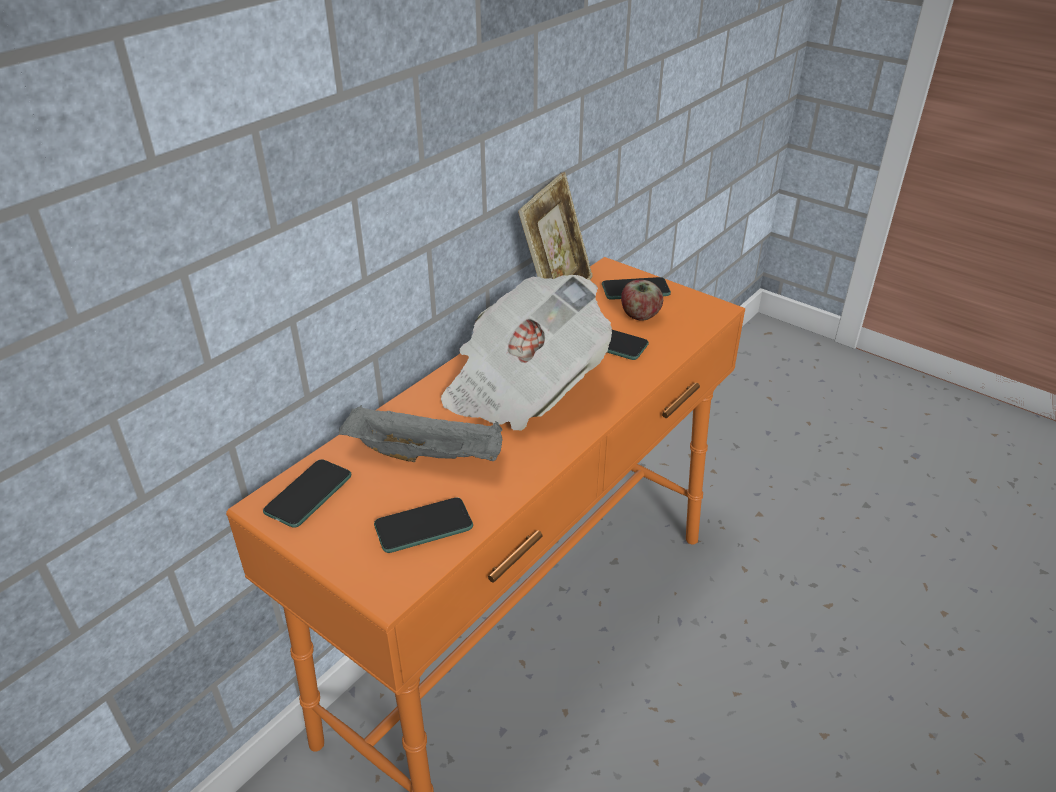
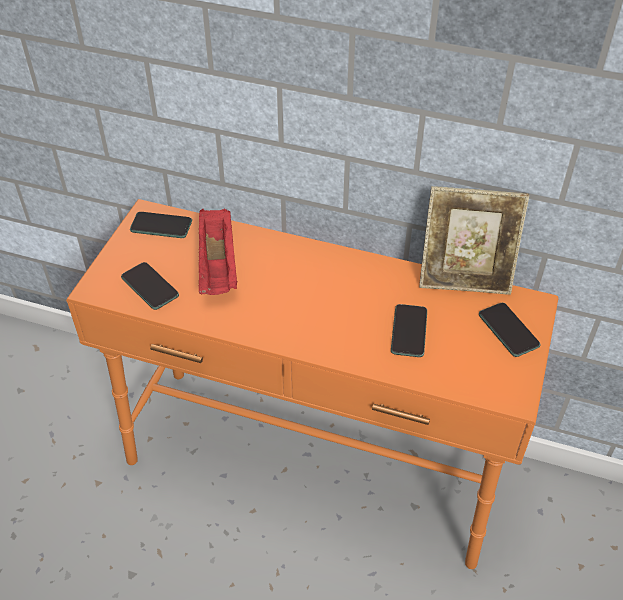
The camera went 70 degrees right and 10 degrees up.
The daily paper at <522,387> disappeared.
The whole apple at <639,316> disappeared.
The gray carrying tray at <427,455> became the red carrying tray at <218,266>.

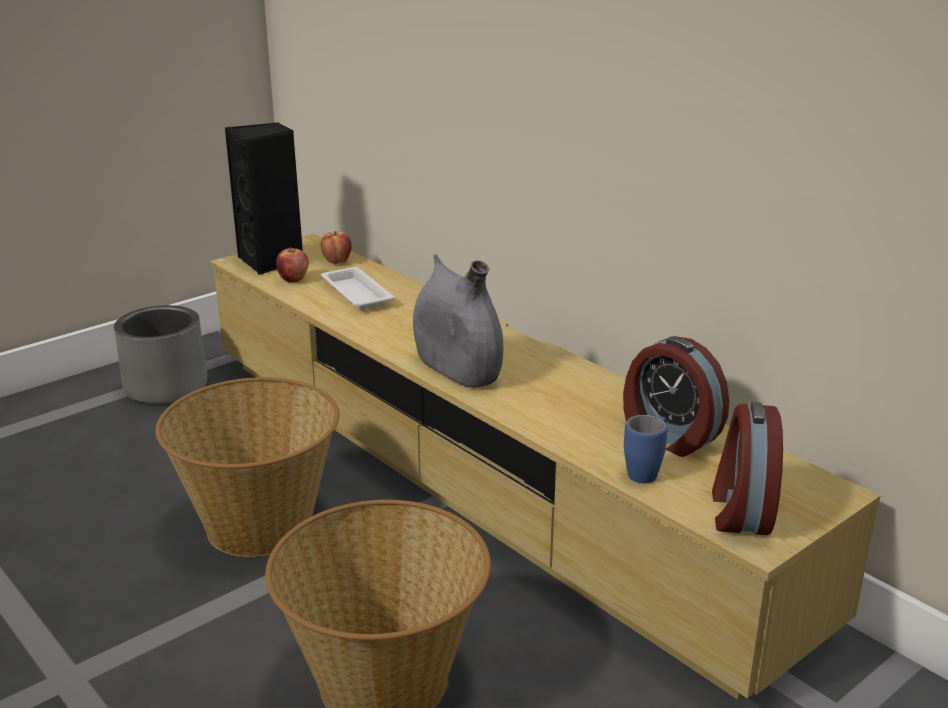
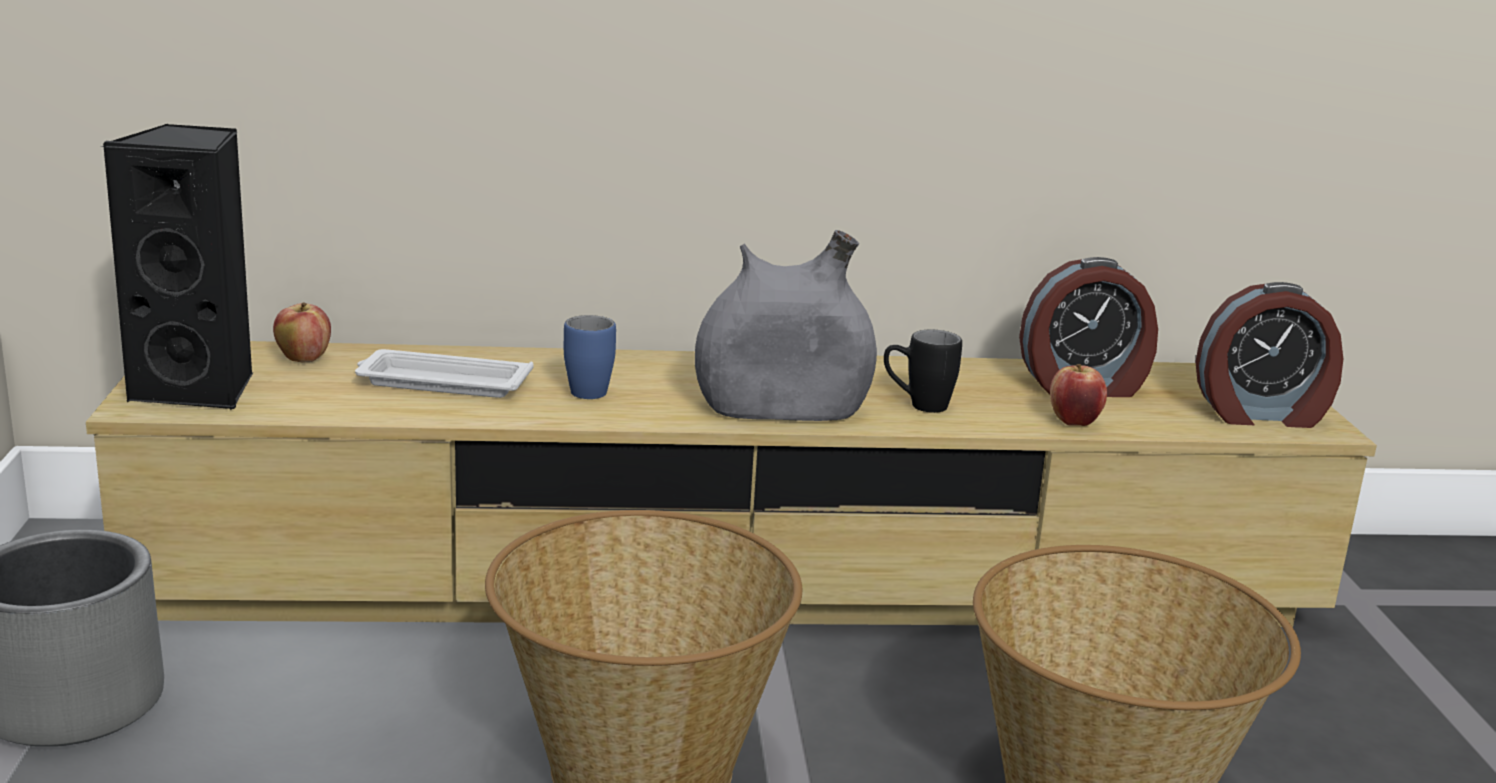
The camera went 55 degrees left and 5 degrees down.
The blackish mug at <917,405> appeared.
The whole apple moved from <293,280> to <1074,422>.
The blue-coloured mug moved from <647,471> to <586,388>.
The alarm clock at <740,511> turned 45 degrees counterclockwise.

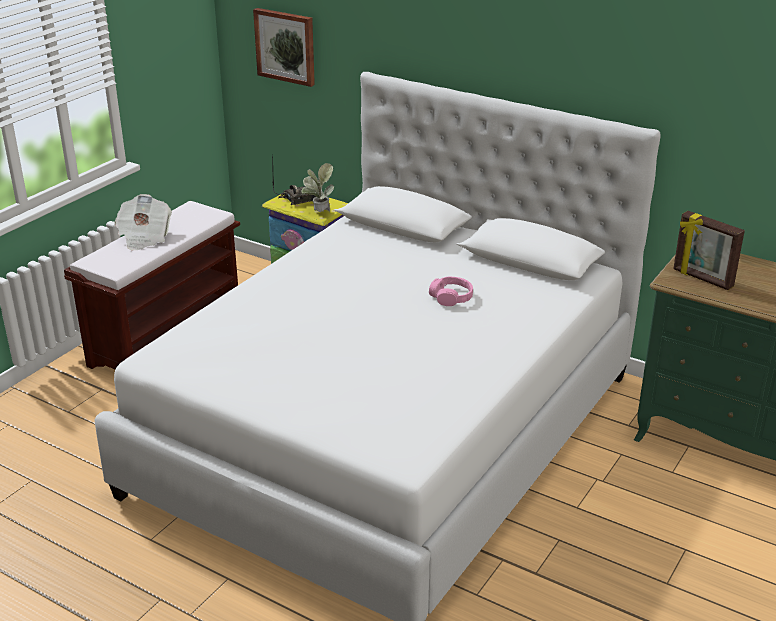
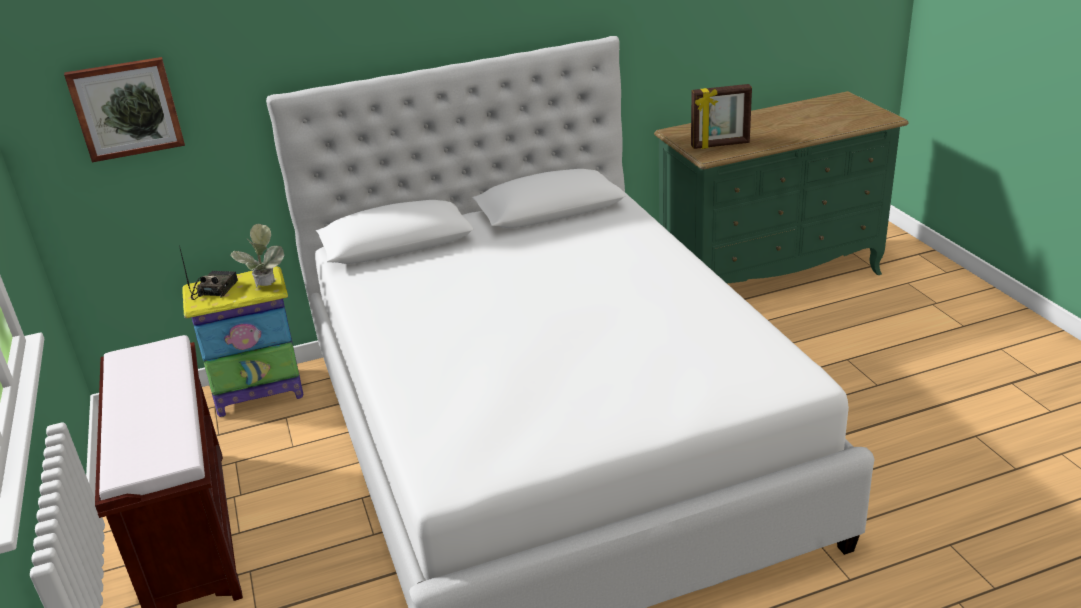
The camera went 50 degrees left and 0 degrees up.
The daily paper at <144,237> disappeared.
The pink headphones at <451,297> disappeared.

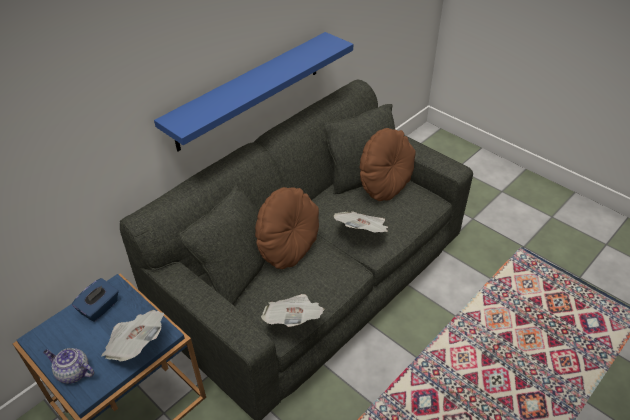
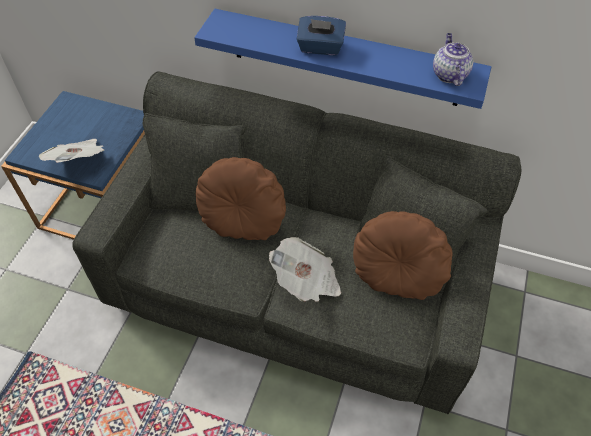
The camera went 65 degrees right and 10 degrees up.
The daily paper at <293,320> disappeared.
The tea pot moved from <73,373> to <449,74>.
The blue-coloured tissue box moved from <100,308> to <320,48>.

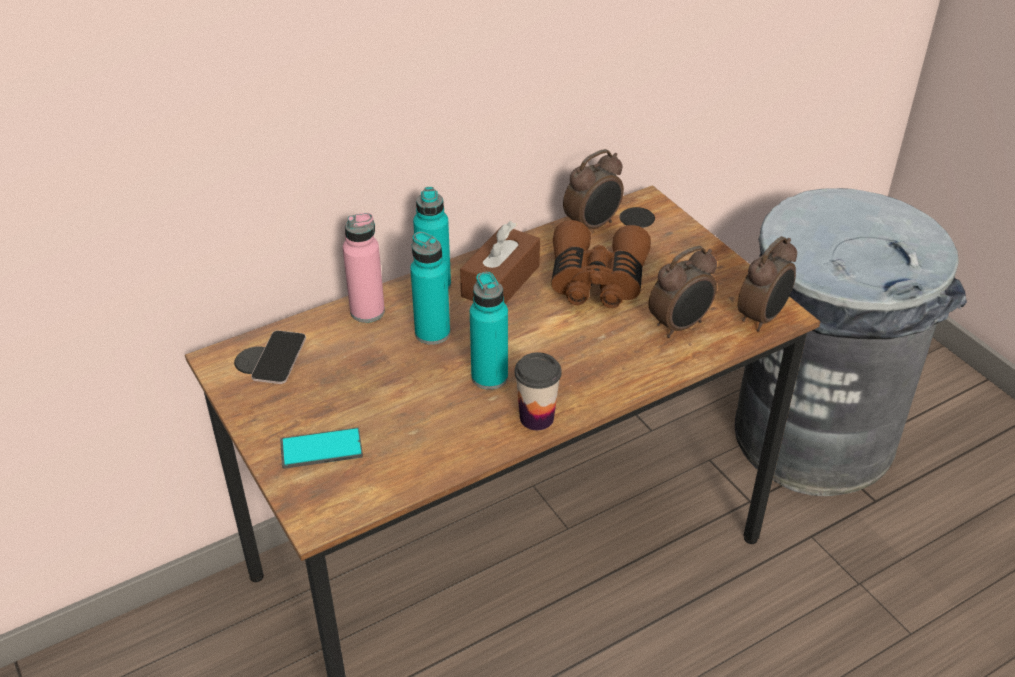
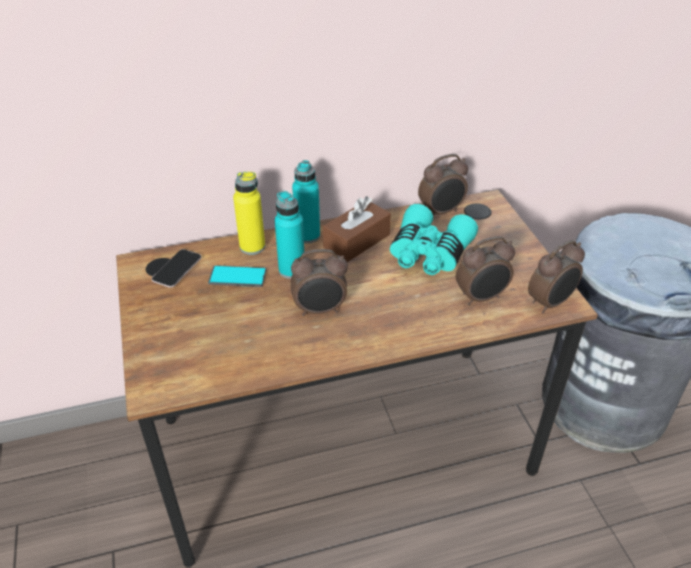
The camera went 15 degrees right and 0 degrees up.
The cup at <536,418> disappeared.
The phone moved from <321,449> to <237,277>.
The turquoise-coloured drink bottle at <489,377> was replaced by the alarm clock at <320,310>.
The pink drink bottle at <367,311> became the yellow-coloured drink bottle at <252,247>.
The brown-coloured field glasses at <597,281> became the turquoise-coloured field glasses at <429,253>.

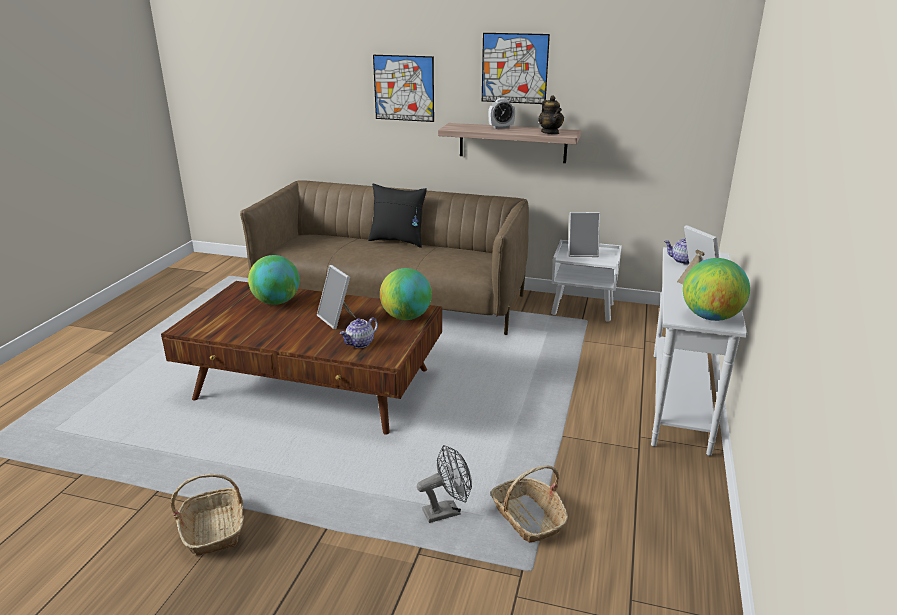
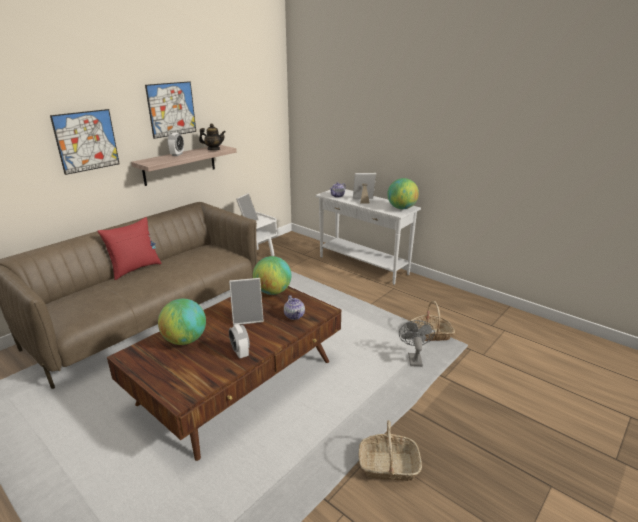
The camera went 65 degrees left and 0 degrees up.
The alarm clock at <240,352> appeared.
The blackish pillow at <397,241> became the red pillow at <135,269>.

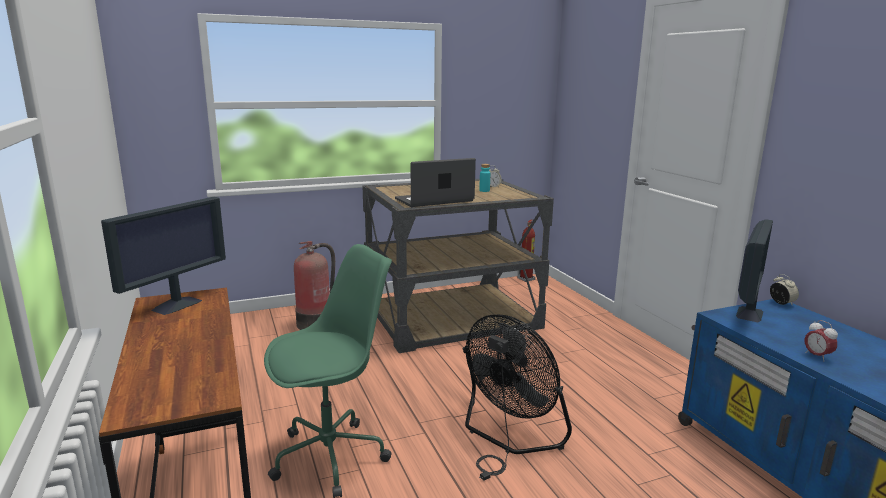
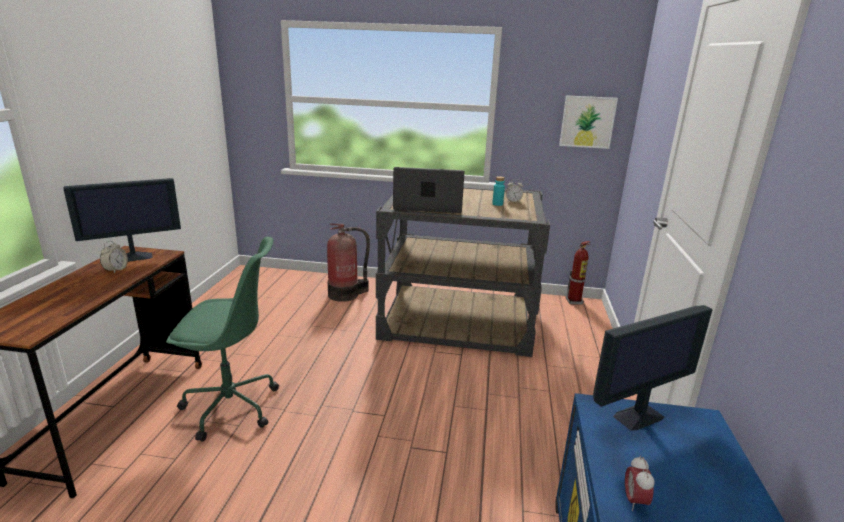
The camera went 30 degrees right and 5 degrees up.
The blackish cooling fan at <503,436> disappeared.
The picture at <587,122> appeared.
The alarm clock moved from <781,303> to <116,270>.

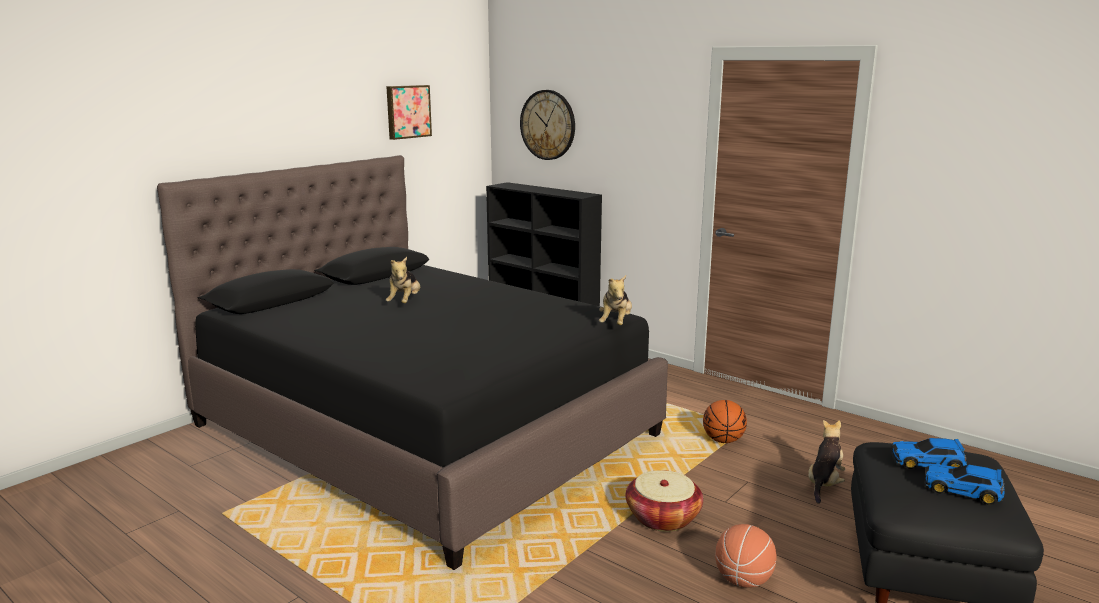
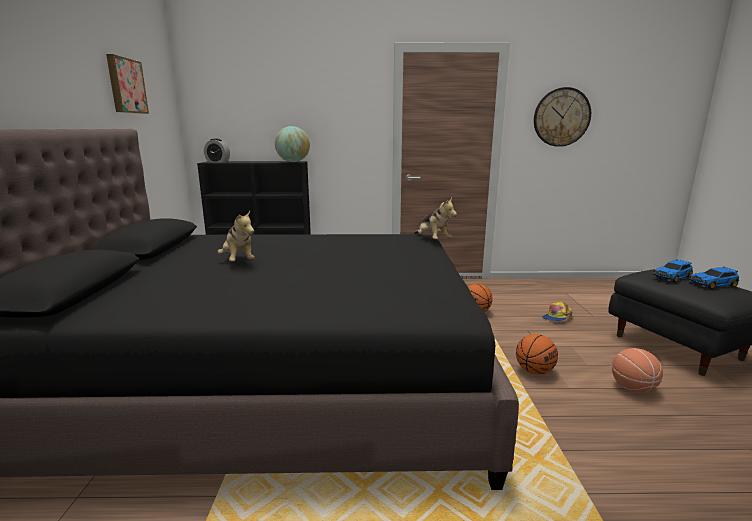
The camera went 40 degrees left and 0 degrees up.
The alarm clock at <218,162> appeared.
The desk globe at <293,162> appeared.
The clock on the wall moved from <548,125> to <561,117>.
The basket at <663,518> was replaced by the basketball ball at <534,371>.
The soft toy at <824,484> was replaced by the baseball cap at <557,317>.

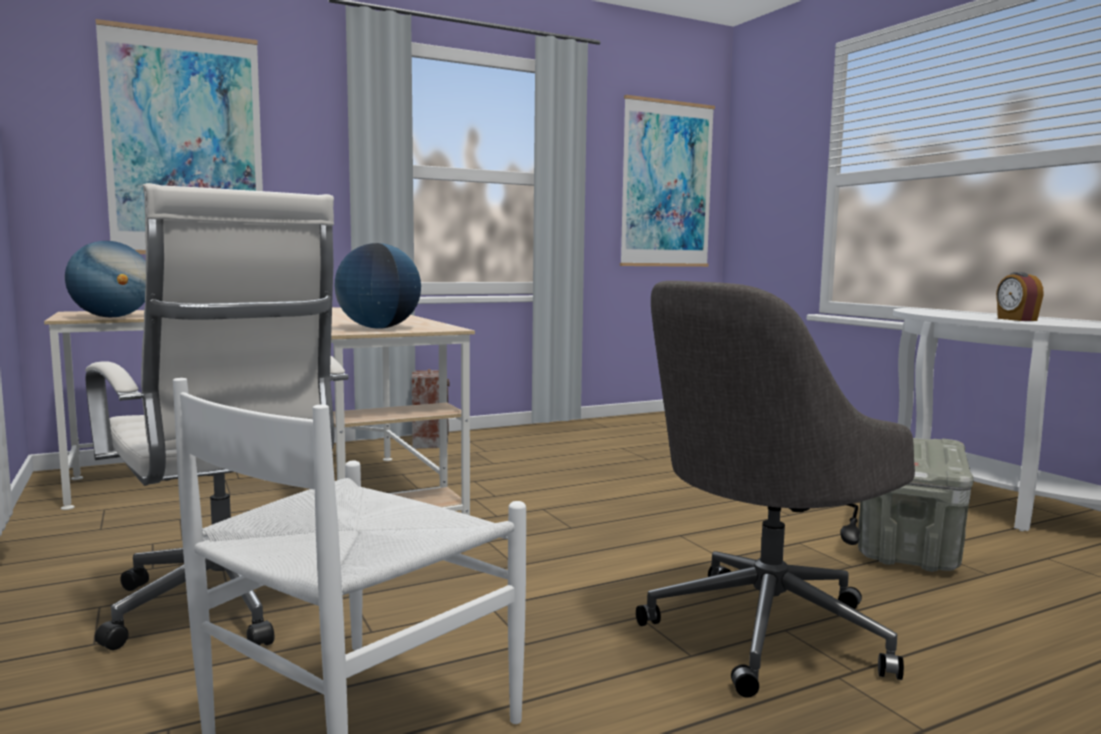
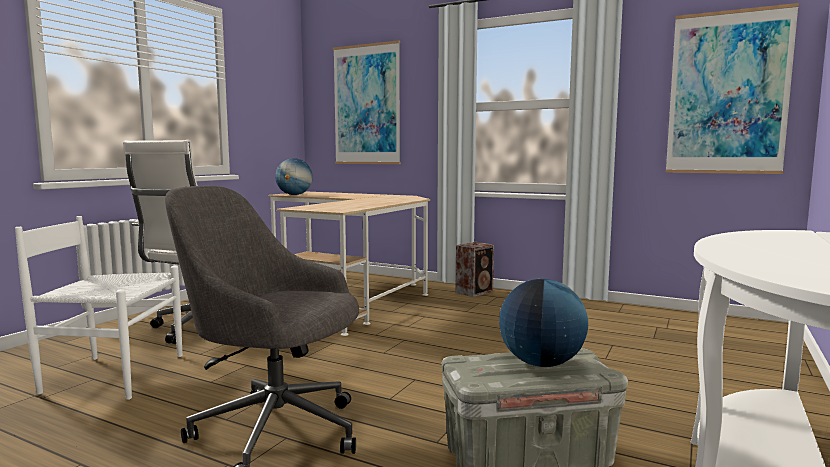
The camera went 55 degrees right and 0 degrees up.
The alarm clock at <1016,319> disappeared.
The desk globe moved from <379,328> to <541,363>.

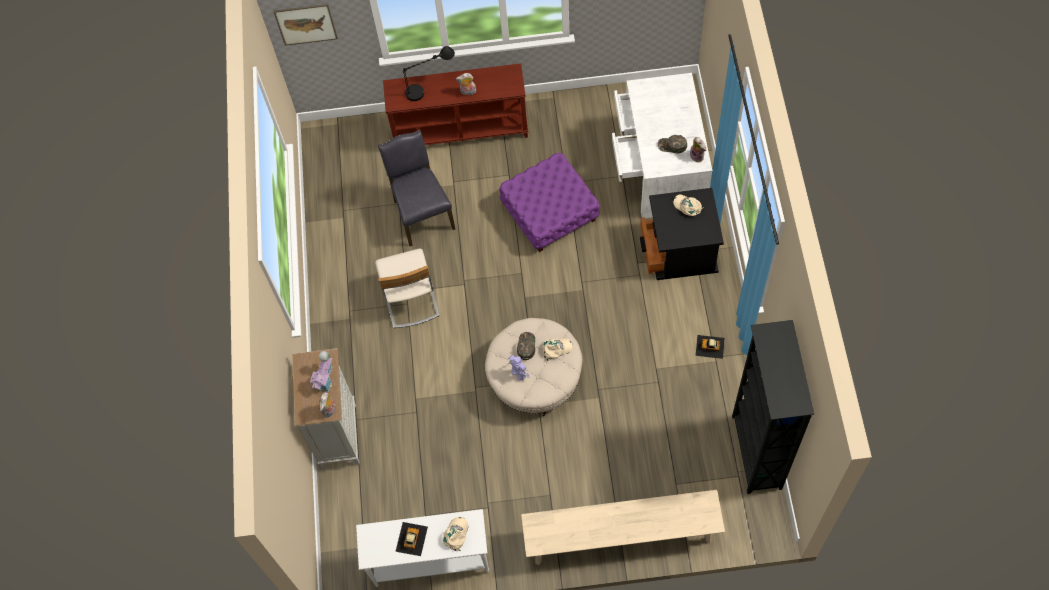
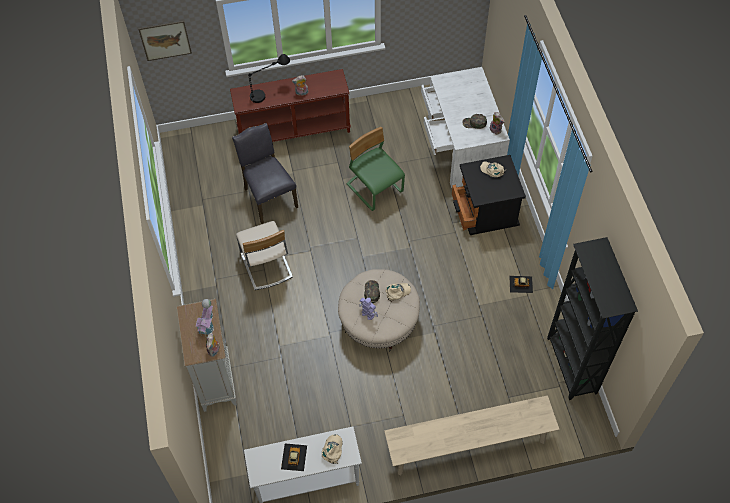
The camera went 10 degrees left and 5 degrees down.
The purplish footrest at <549,212> was replaced by the green-coloured plain chair at <375,188>.

